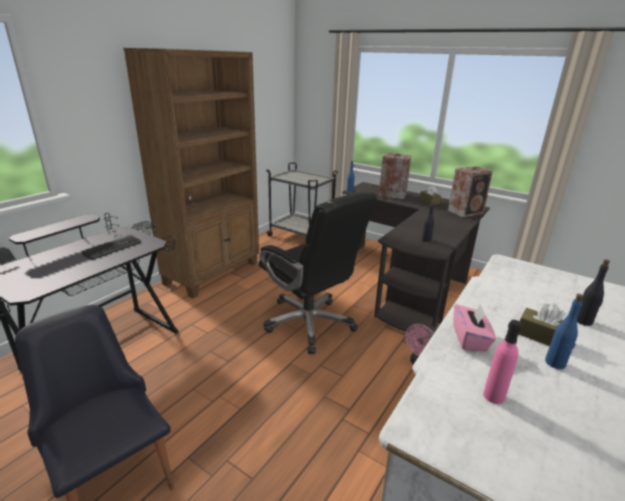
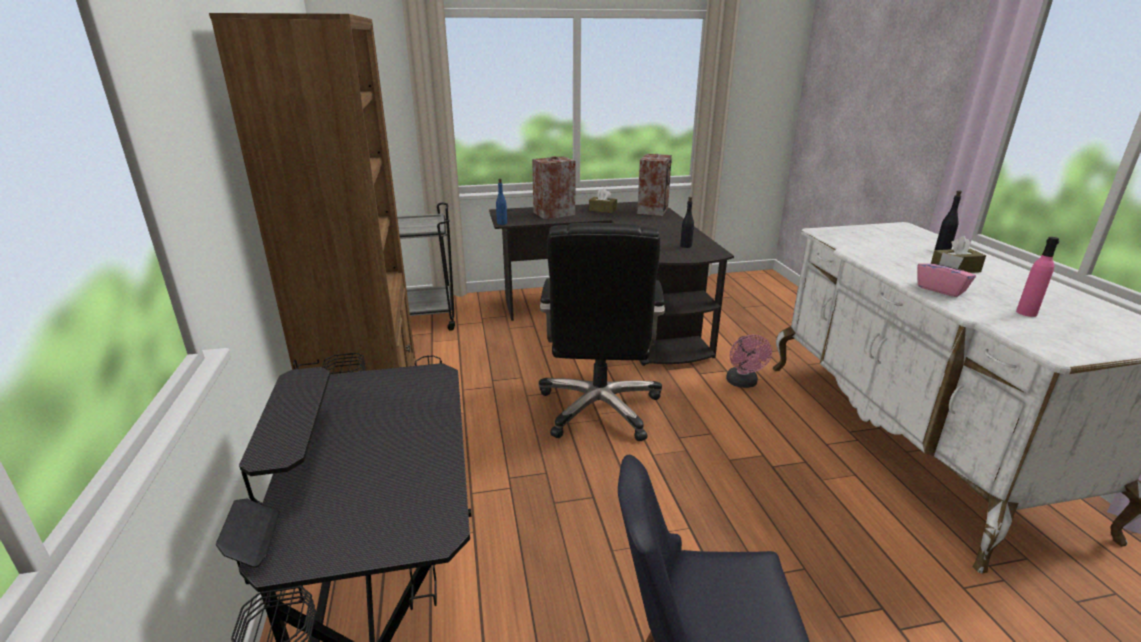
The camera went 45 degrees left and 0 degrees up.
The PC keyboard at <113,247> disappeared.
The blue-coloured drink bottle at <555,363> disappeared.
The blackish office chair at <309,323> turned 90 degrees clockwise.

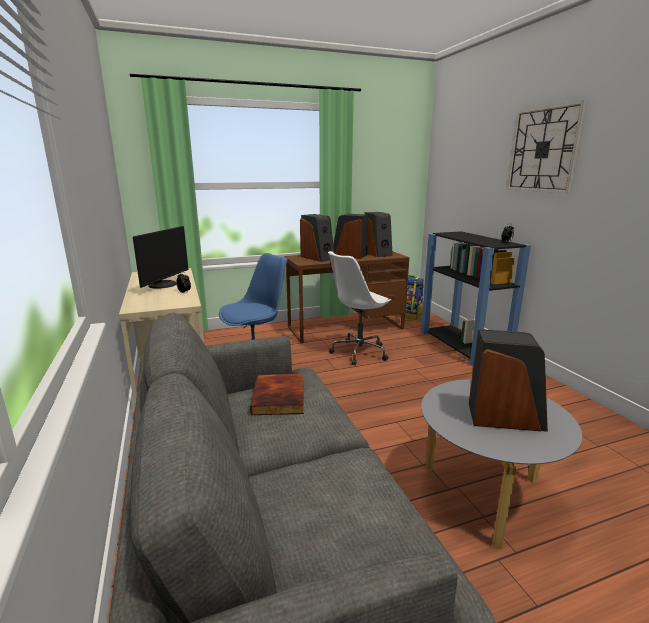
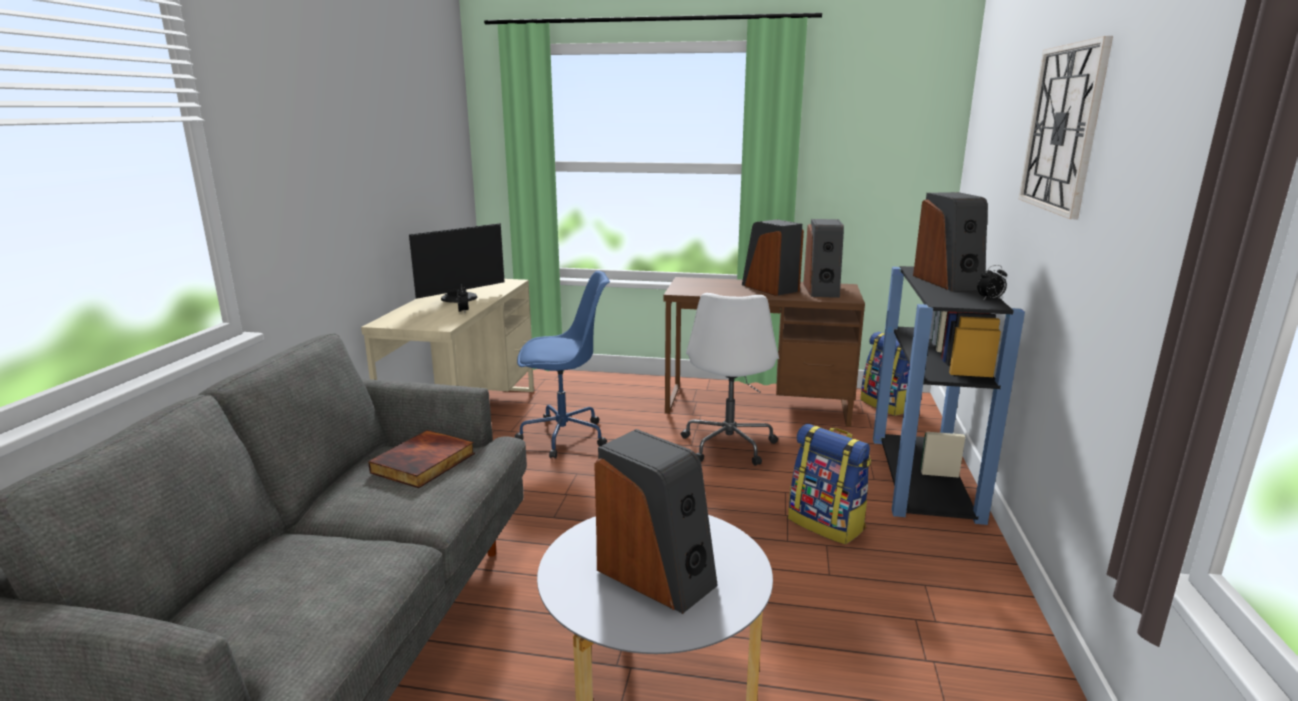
The camera went 30 degrees right and 0 degrees up.
The rucksack at <827,524> appeared.
The speaker moved from <317,258> to <948,282>.
The whitish office chair at <358,353> turned 75 degrees counterclockwise.

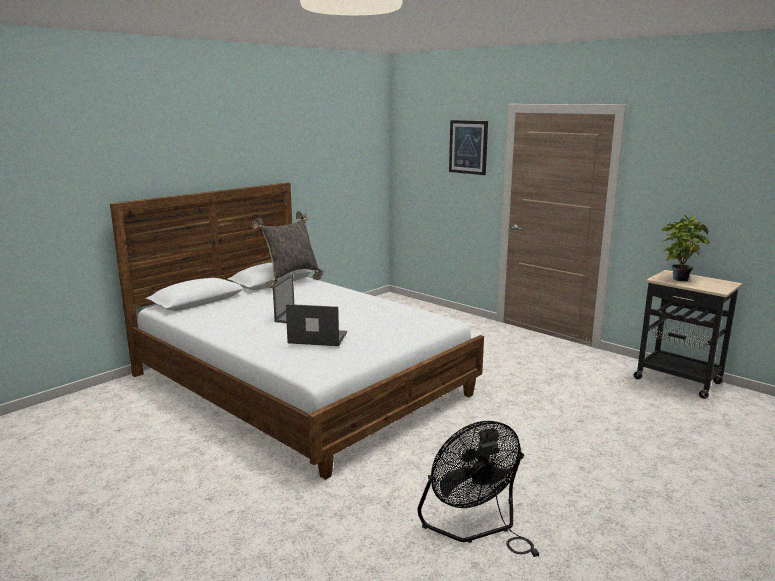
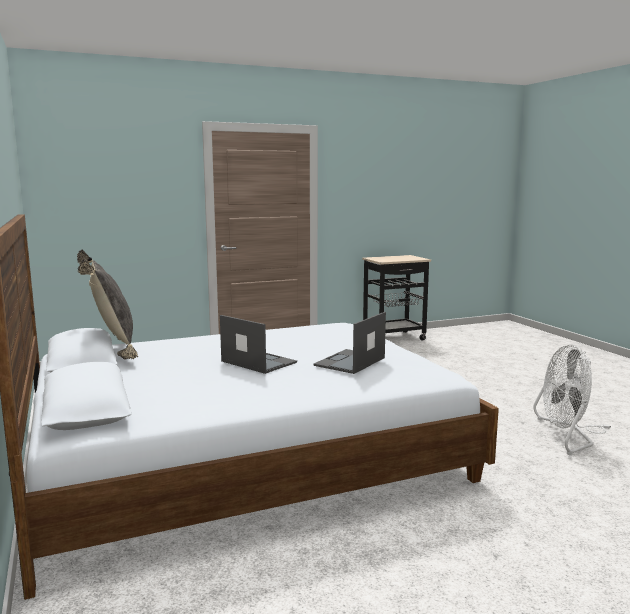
The camera went 65 degrees left and 5 degrees down.
The picture at <468,147> disappeared.
The houseplant at <678,278> disappeared.
The blackish cooling fan at <483,525> became the whitish cooling fan at <569,434>.

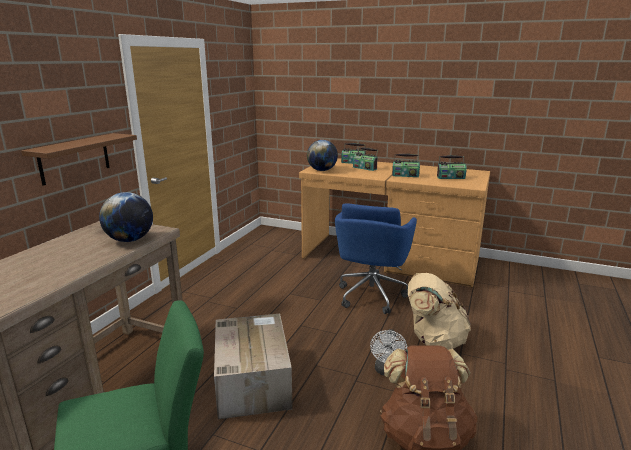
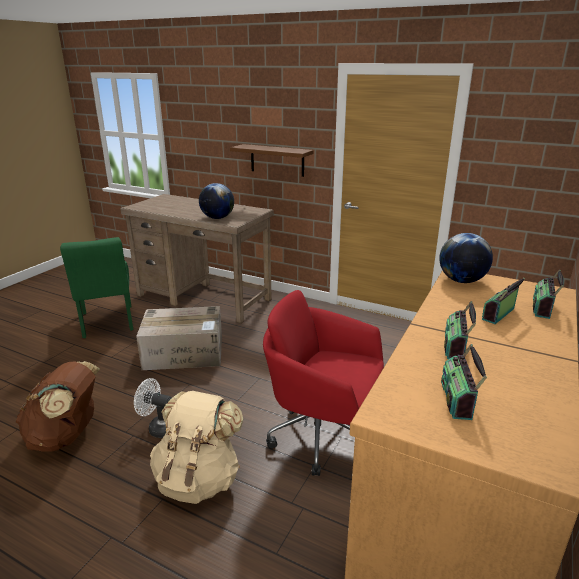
The camera went 95 degrees right and 5 degrees up.
The blue-coloured office chair at <371,294> became the red office chair at <322,439>.

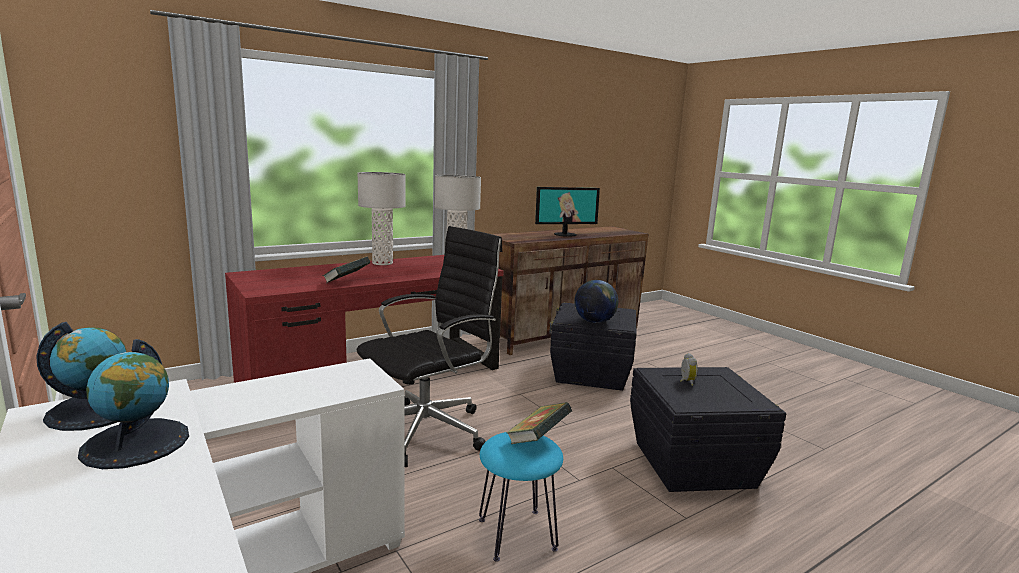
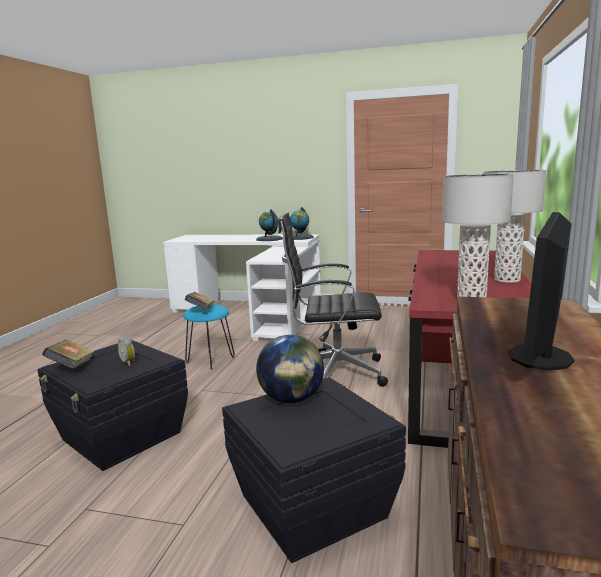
The camera went 140 degrees right and 0 degrees up.
The volume moved from <346,282> to <71,367>.
The blackish office chair at <429,430> turned 90 degrees clockwise.

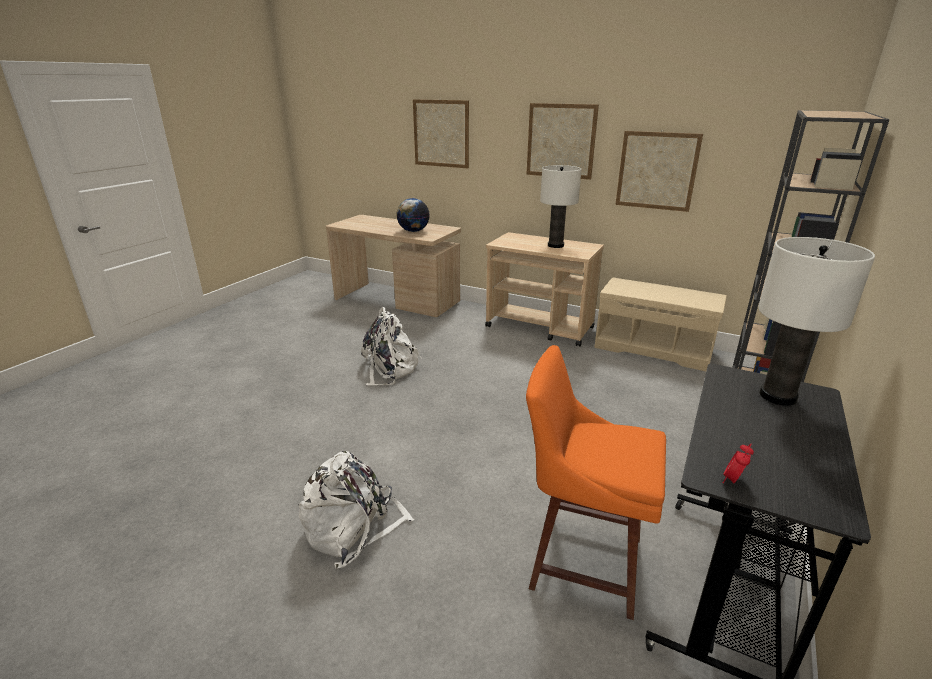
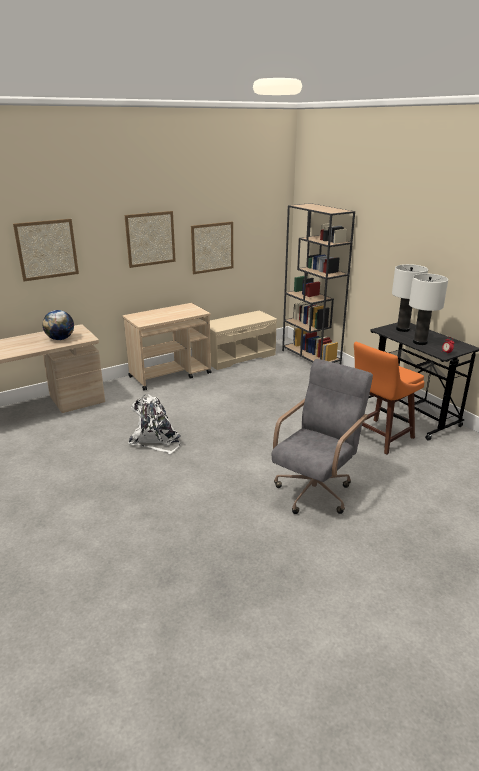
The camera went 60 degrees left and 0 degrees up.
The whitish table lamp moved from <555,245> to <419,342>.
The whitish rucksack at <354,528> was replaced by the gray office chair at <315,491>.

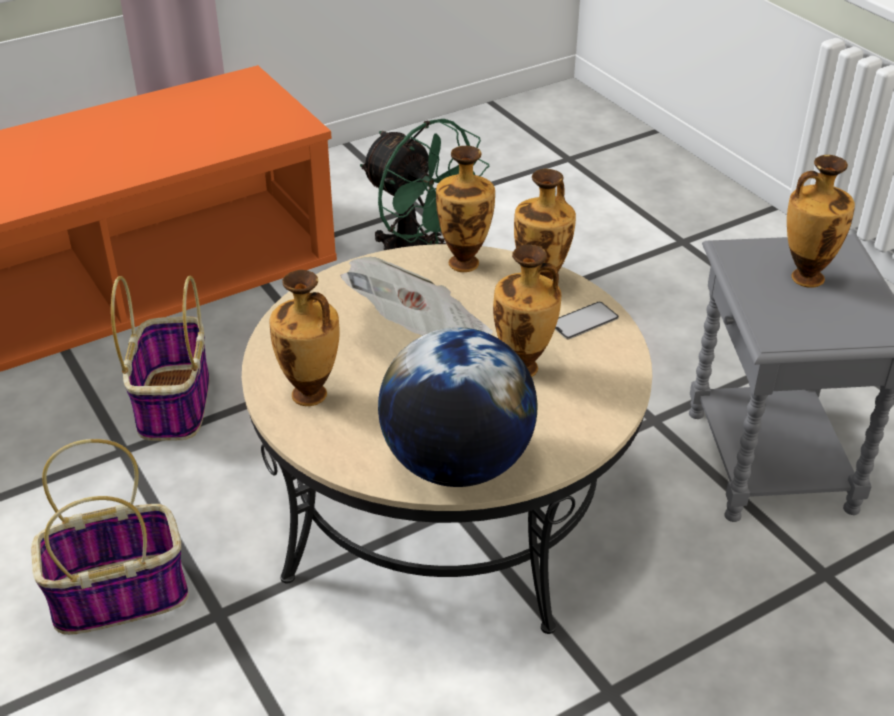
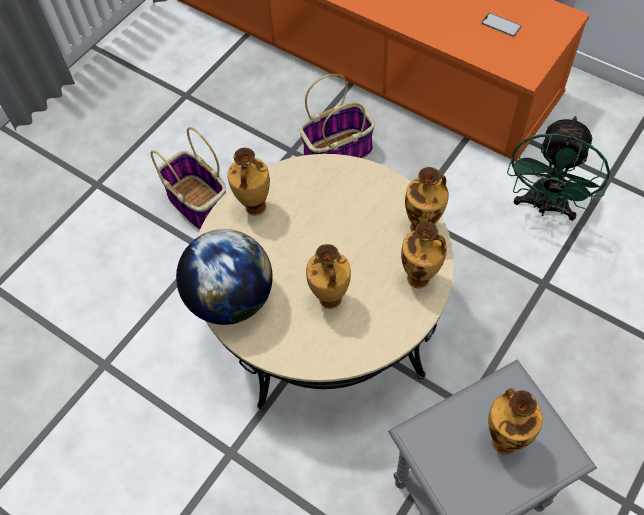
The camera went 70 degrees right and 20 degrees up.
The daily paper at <419,333> disappeared.
The phone moved from <583,321> to <501,25>.

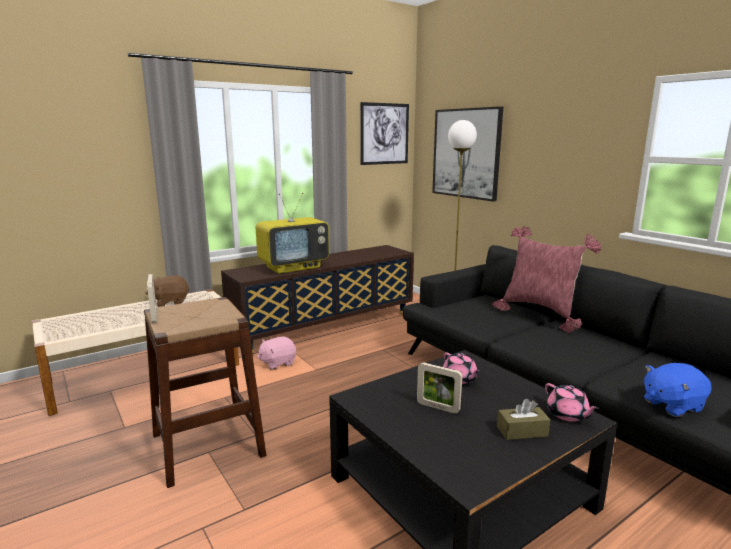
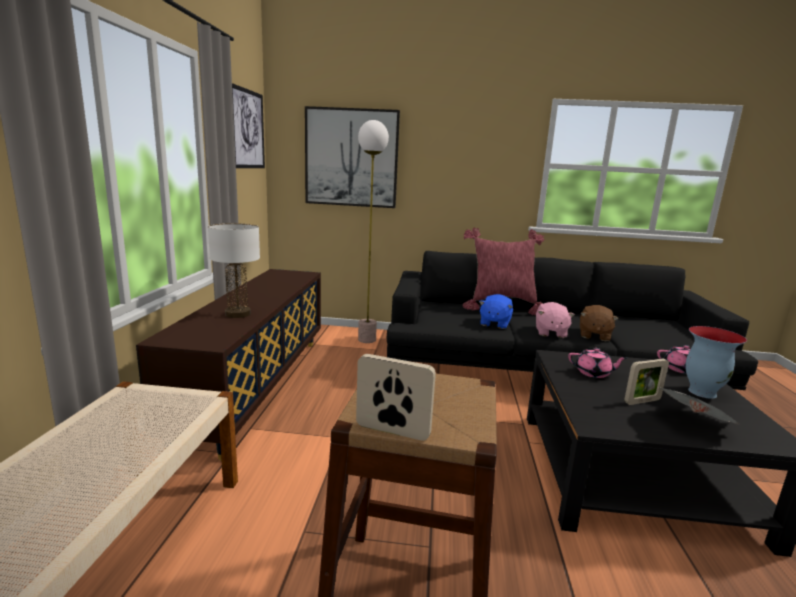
The camera went 50 degrees left and 0 degrees up.
The daily paper at <694,424> appeared.
The brown-coloured soft toy moved from <170,302> to <594,335>.
The pink soft toy moved from <277,363> to <550,333>.
The blue-coloured soft toy moved from <671,405> to <494,323>.
The TV set at <294,267> was replaced by the table lamp at <238,314>.
The brown-coloured tissue box at <522,431> was replaced by the flower vase at <701,392>.

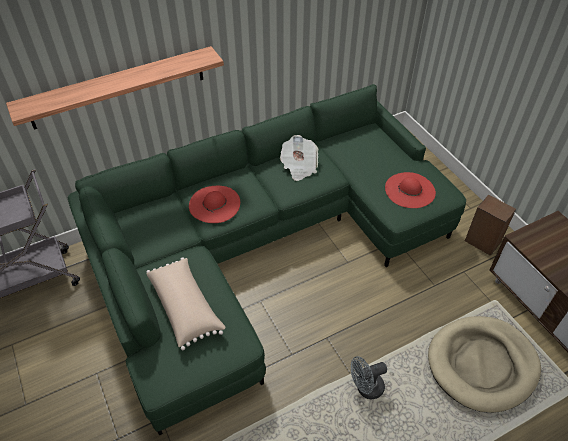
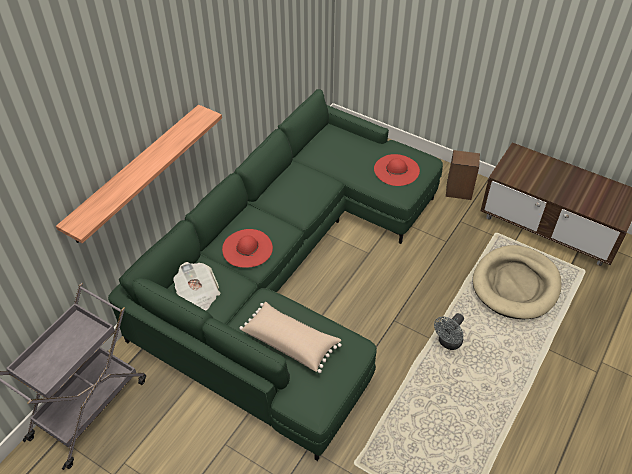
The camera went 30 degrees left and 0 degrees up.
The daily paper moved from <299,166> to <198,294>.

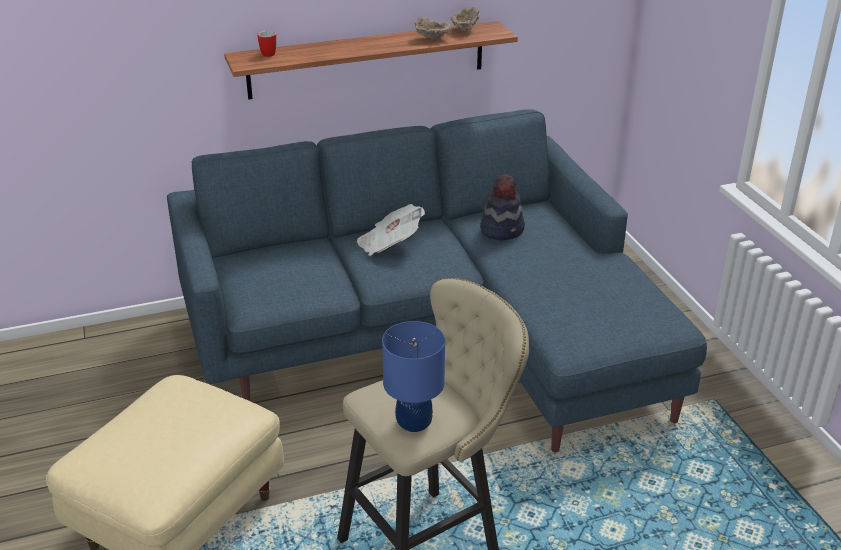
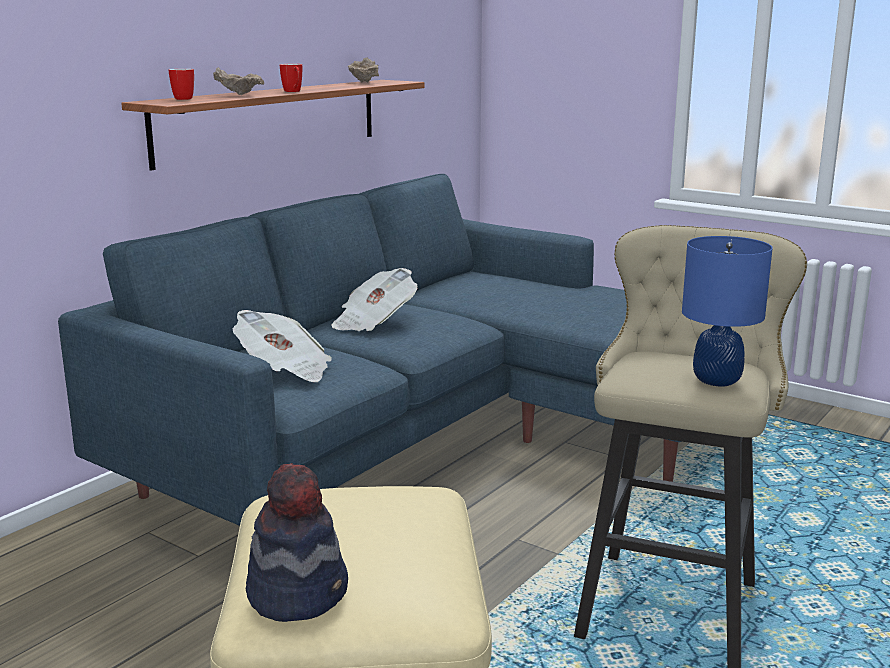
The camera went 35 degrees left and 15 degrees down.
The daily paper at <285,370> appeared.
The mug at <293,92> appeared.
The beige serving bowl moved from <432,39> to <239,95>.
The wearable hat moved from <502,229> to <298,593>.

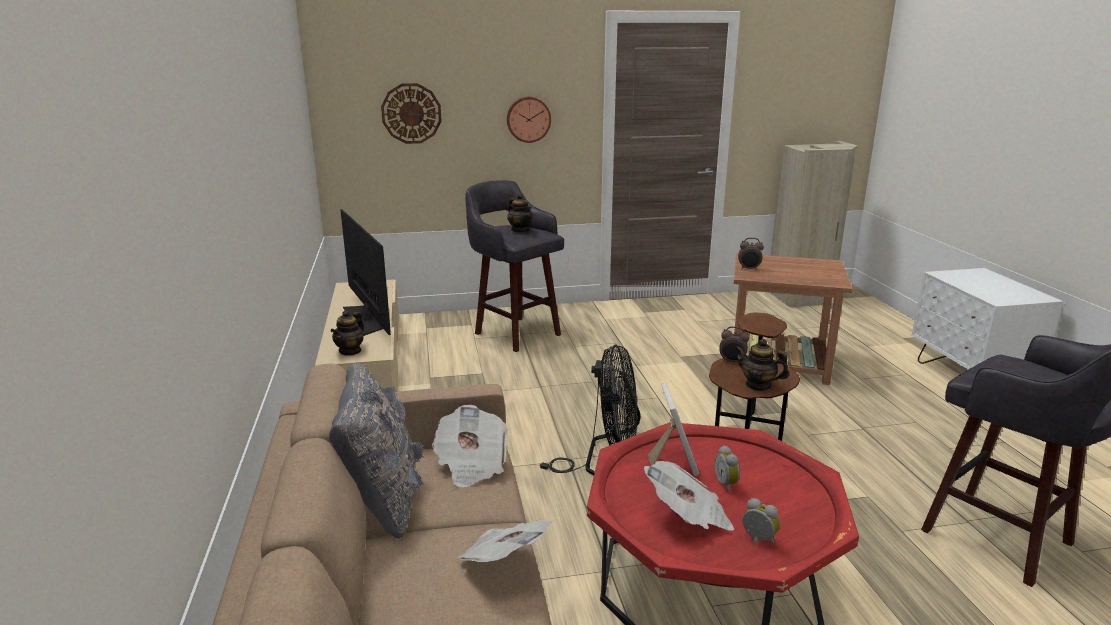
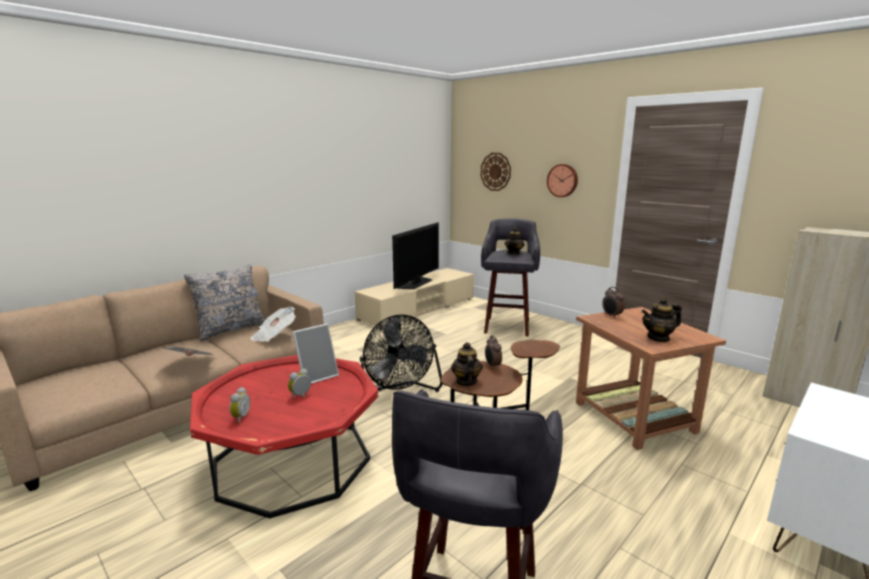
The camera went 55 degrees right and 5 degrees down.
The daily paper at <688,516> disappeared.
The tea pot moved from <350,351> to <658,338>.

